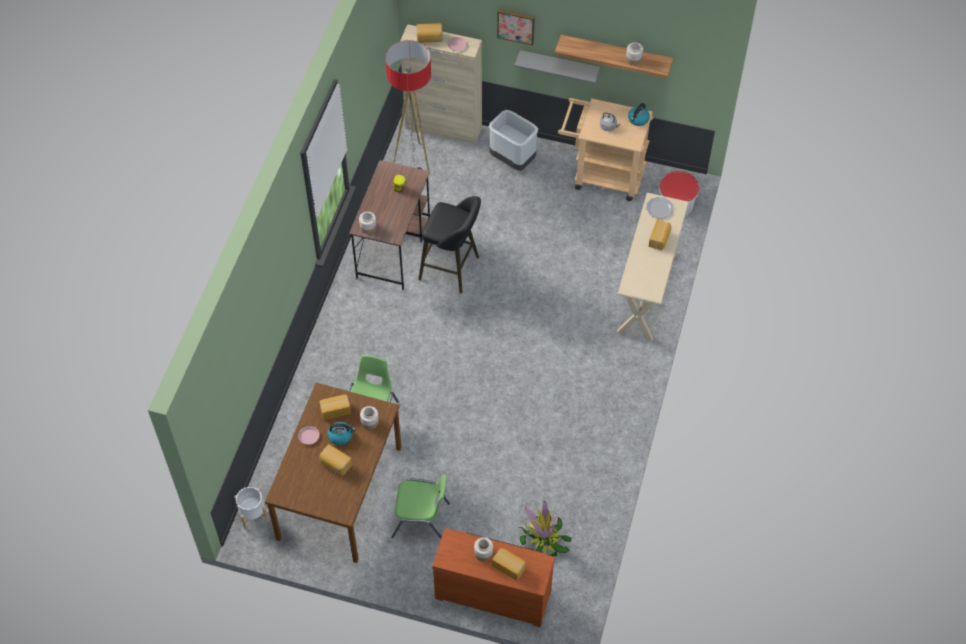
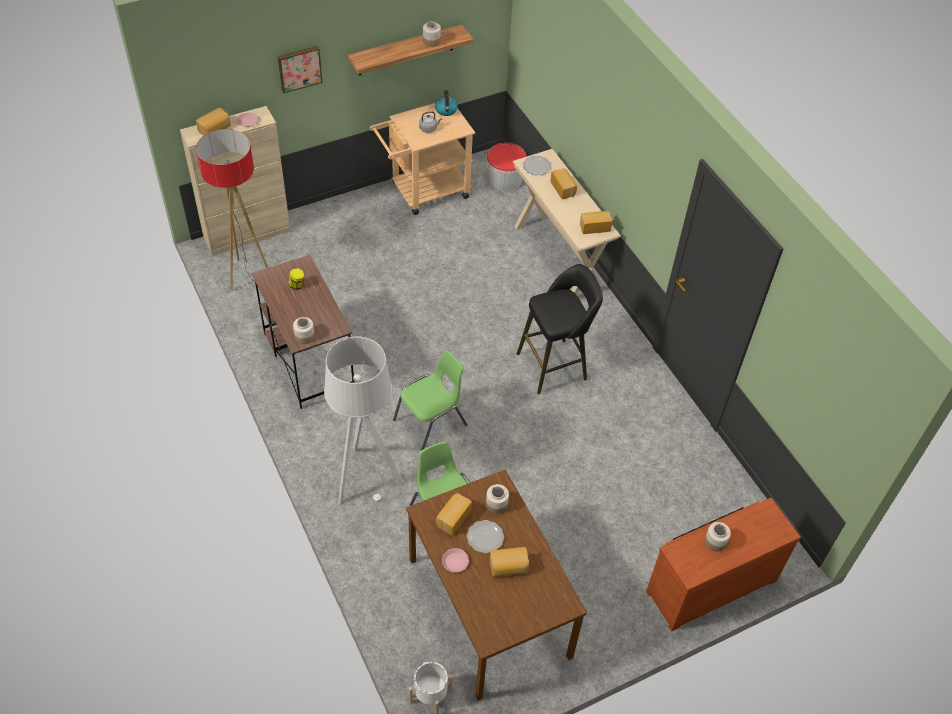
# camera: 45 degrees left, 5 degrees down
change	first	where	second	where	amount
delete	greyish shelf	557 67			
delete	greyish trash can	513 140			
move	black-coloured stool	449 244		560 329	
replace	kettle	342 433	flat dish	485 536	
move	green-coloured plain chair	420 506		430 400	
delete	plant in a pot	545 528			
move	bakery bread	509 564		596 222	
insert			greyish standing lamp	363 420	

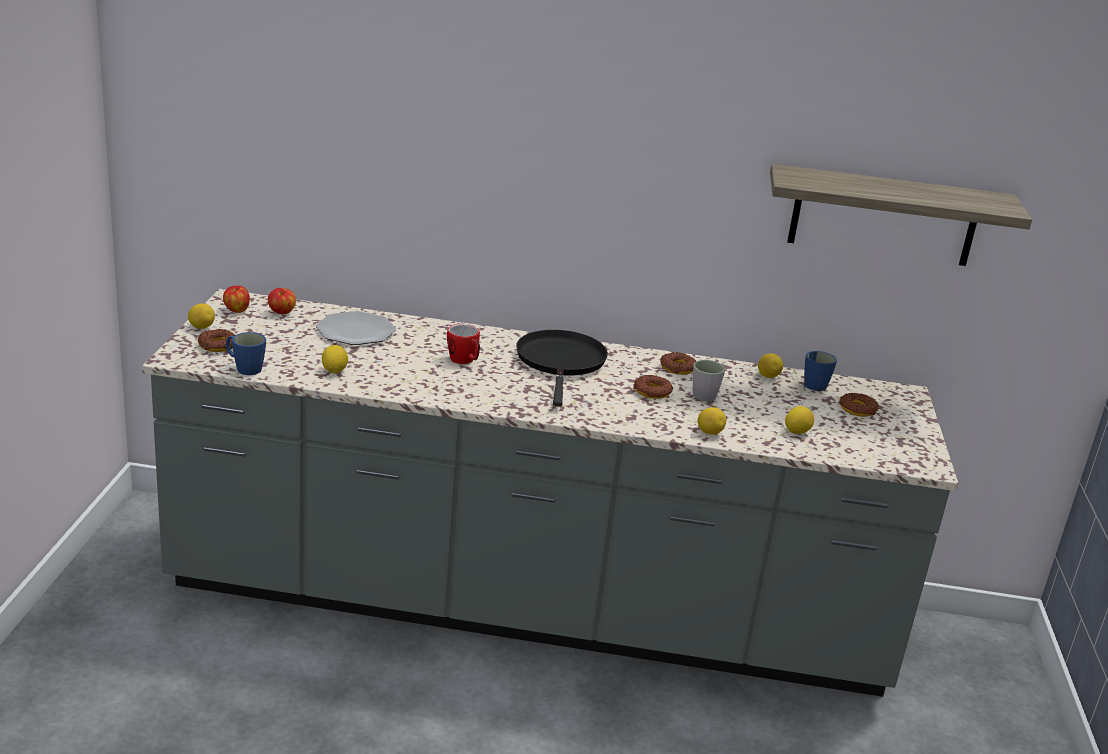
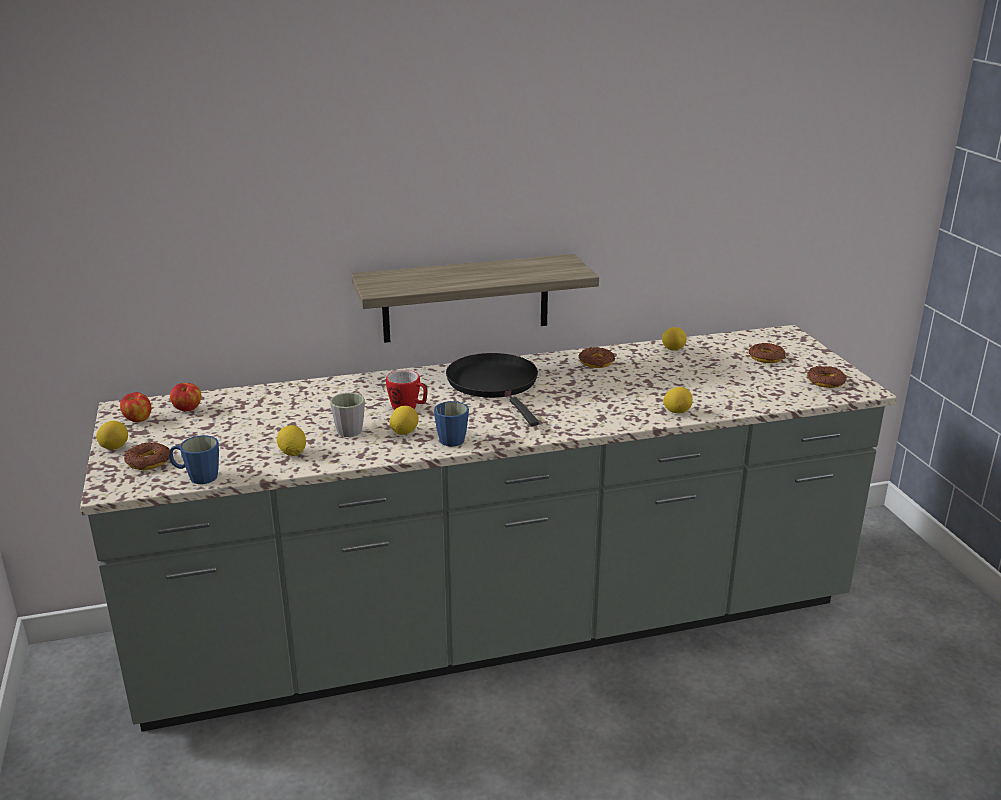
# camera: 20 degrees left, 0 degrees up
change	first	where	second	where	amount
move	shelf	901 215		475 298	
delete	flat dish	356 328			
move	blue-coloured tea mug	820 371		451 424	
move	greyish tea mug	709 381		347 415	
move	doughnut	653 387		827 377	
move	whole lemon	799 420		404 420	

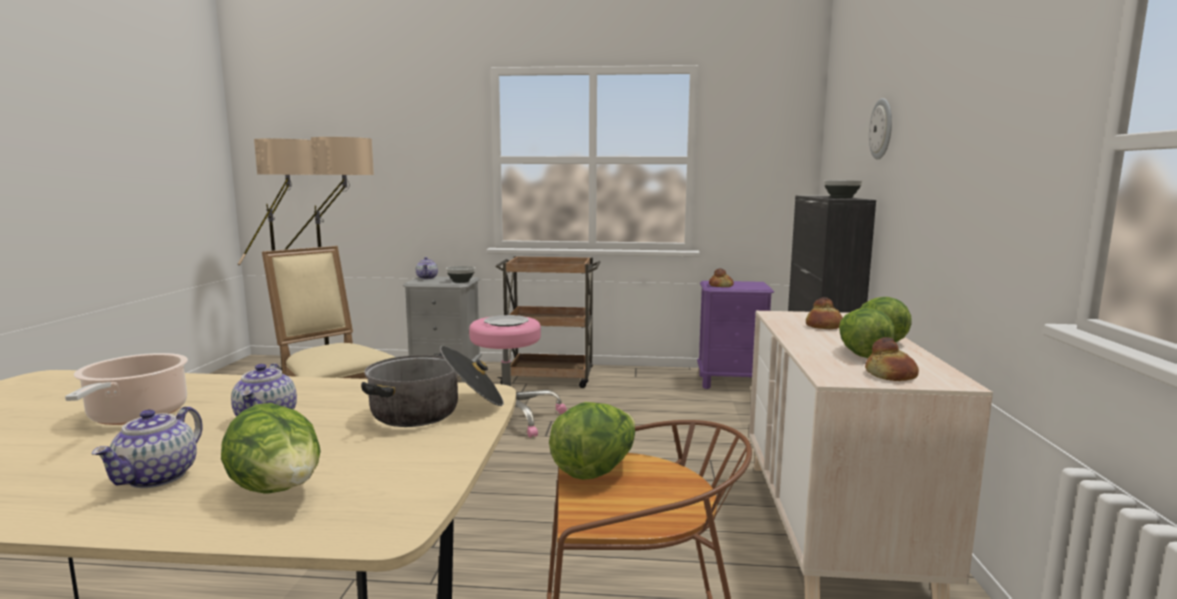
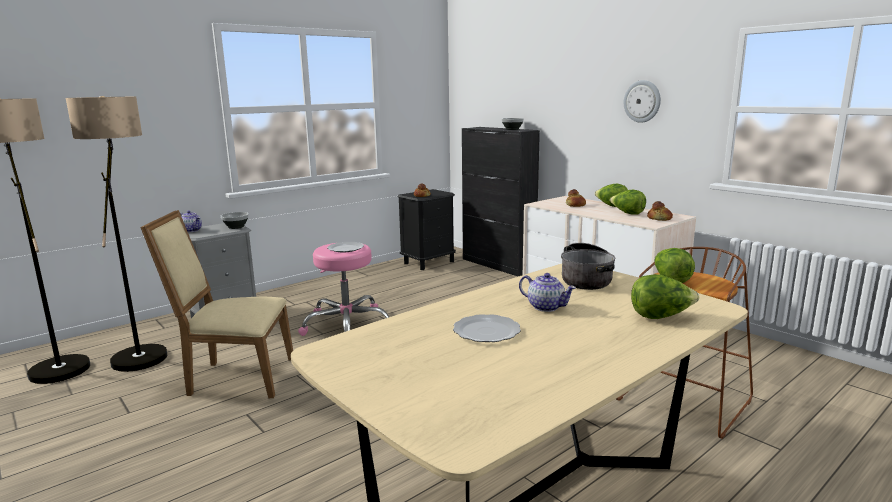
# camera: 45 degrees left, 5 degrees up
change	first	where	second	where	amount
move	hanging clock	880 129		642 101	
delete	brown-coloured trolley	548 322			
recolor	purplish bedside table	735 335	black-coloured bedside table	426 229	
replace	cooking pot	126 389	flat dish	487 328	
delete	teapot	147 447			

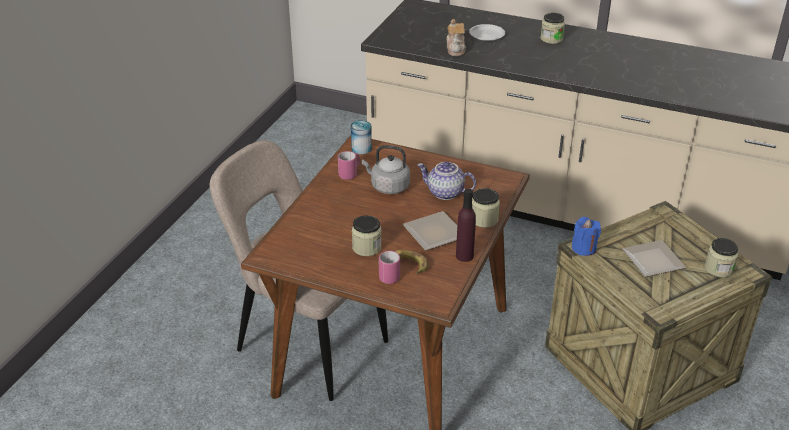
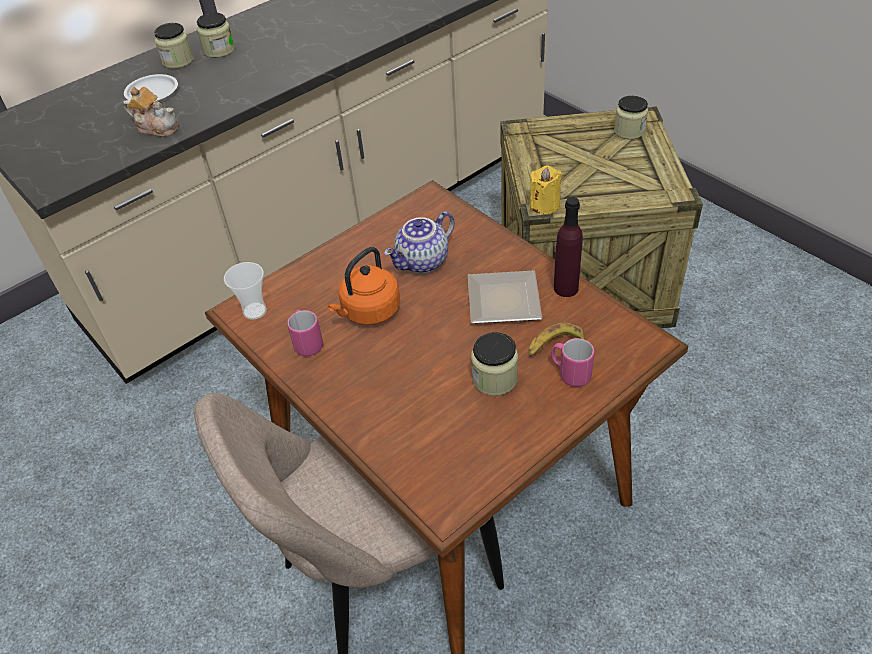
# camera: 60 degrees left, 10 degrees up
change	first	where	second	where	amount
replace	sealed can	361 137	drinking cup	245 291	
recolor	greyish kettle	386 169	orange kettle	364 286	
move	jar	486 208		174 46	
recolor	blue-coloured wax candle	586 236	yellow-coloured wax candle	546 189	
delete	flat dish	654 258			

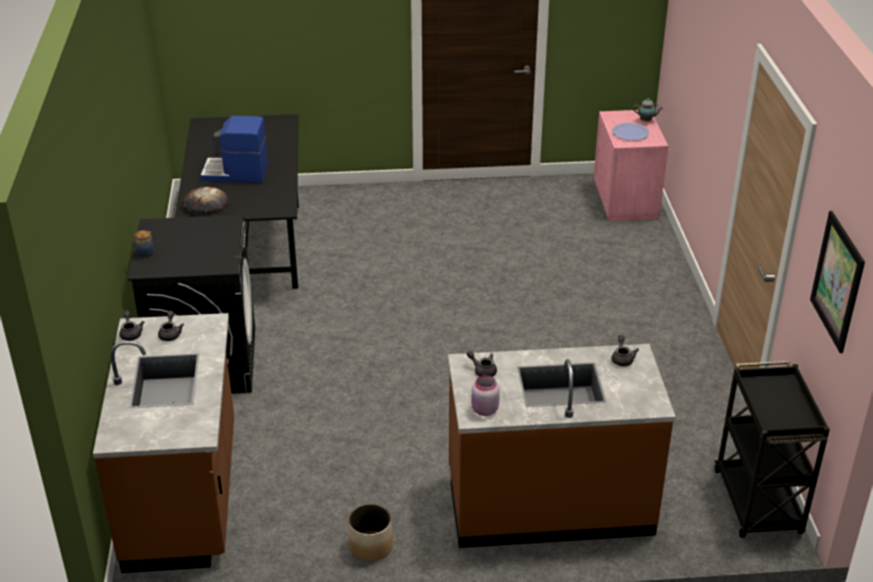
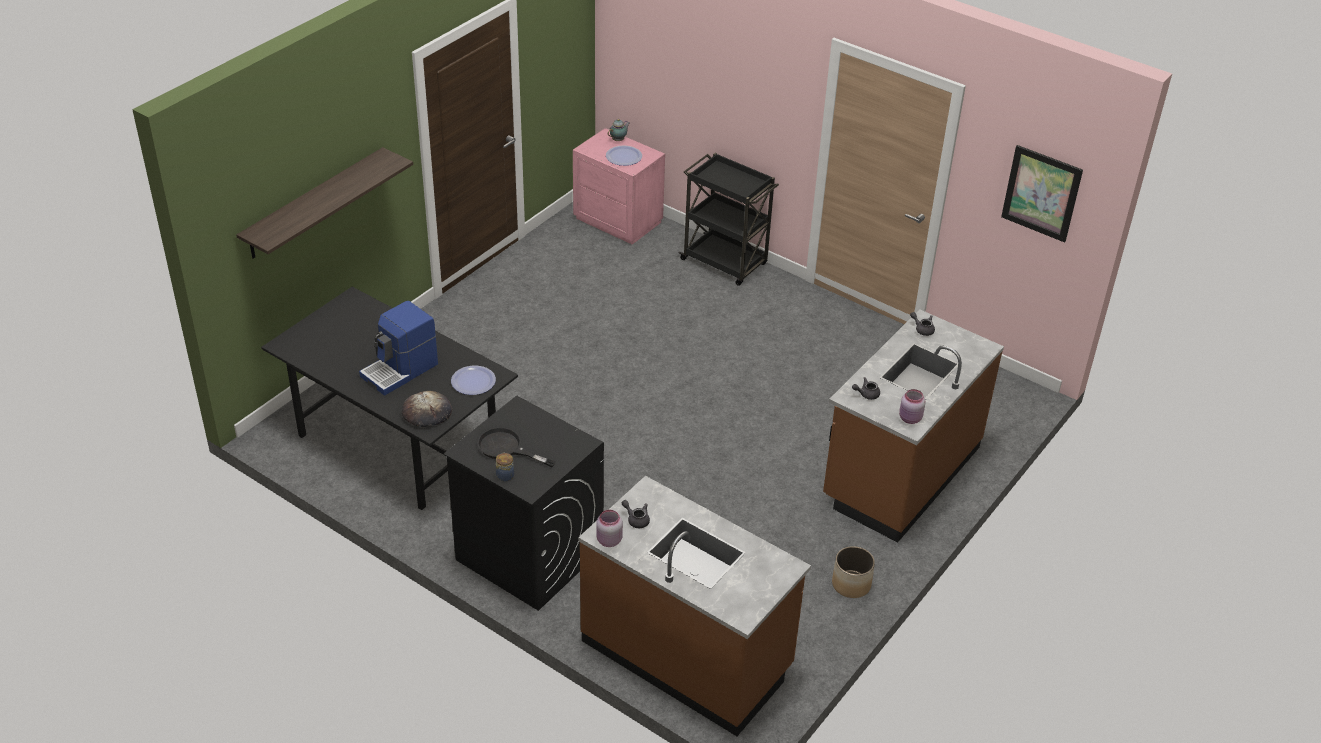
# camera: 50 degrees left, 5 degrees up
change	first	where	second	where	amount
replace	greyish teapot	131 326	pink-coloured jar	609 528	
move	black-coloured trolley	772 449		729 219	
insert			shelf	324 203	
insert			flat dish	473 380	
insert			black-coloured skillet	516 447	

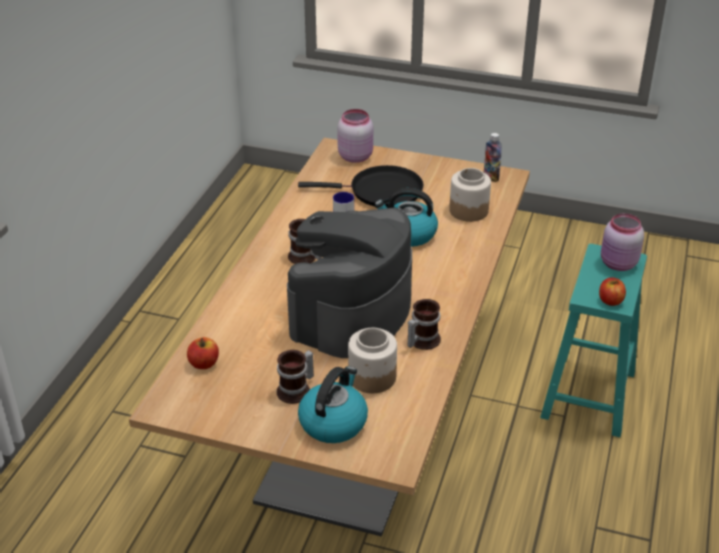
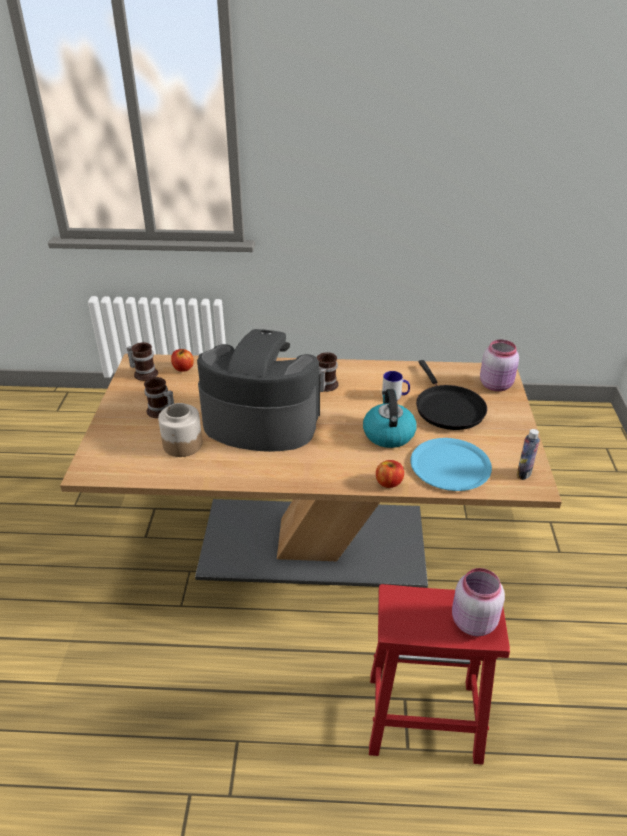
# camera: 75 degrees right, 0 degrees up
change	first	where	second	where	amount
replace	jar	470 195	blue-coloured flat dish	451 464	
recolor	turquoise stool	593 340	red-coloured stool	439 674	
move	whole apple	612 291		390 474	
move	tea mug	424 324		142 361	
delete	kettle	333 404			

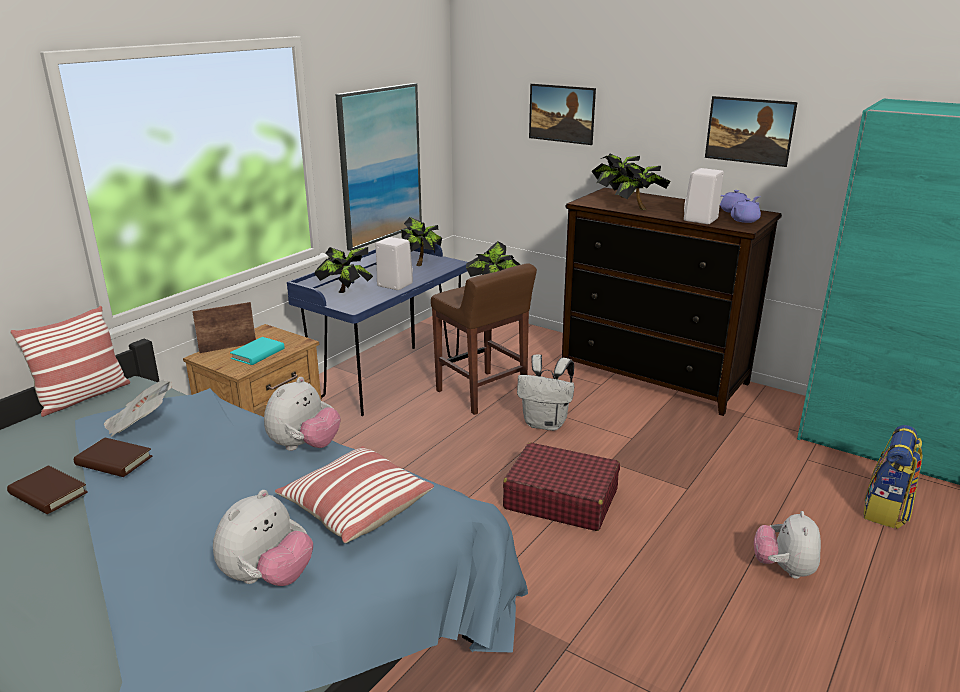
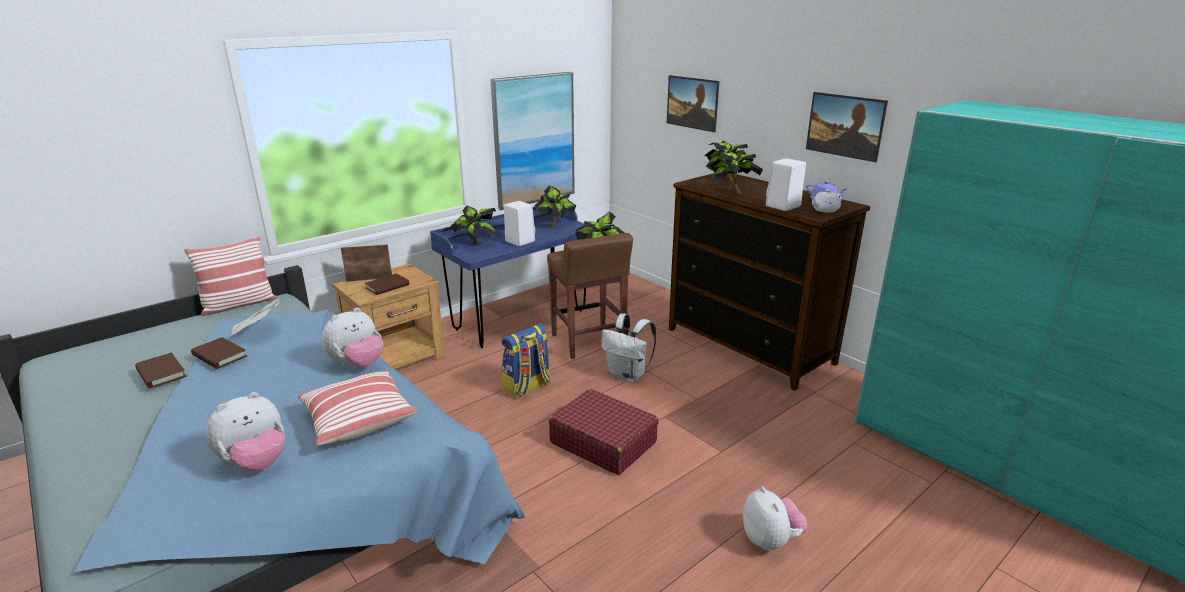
# camera: 15 degrees right, 0 degrees up
change	first	where	second	where	amount
recolor	purplish teapot	746 210	white-coloured teapot	827 201	
recolor	turquoise volume	257 351	brown-coloured volume	386 284	
move	rucksack	893 477		526 361	
rotate	soft toy	787 545		775 518	135 degrees clockwise

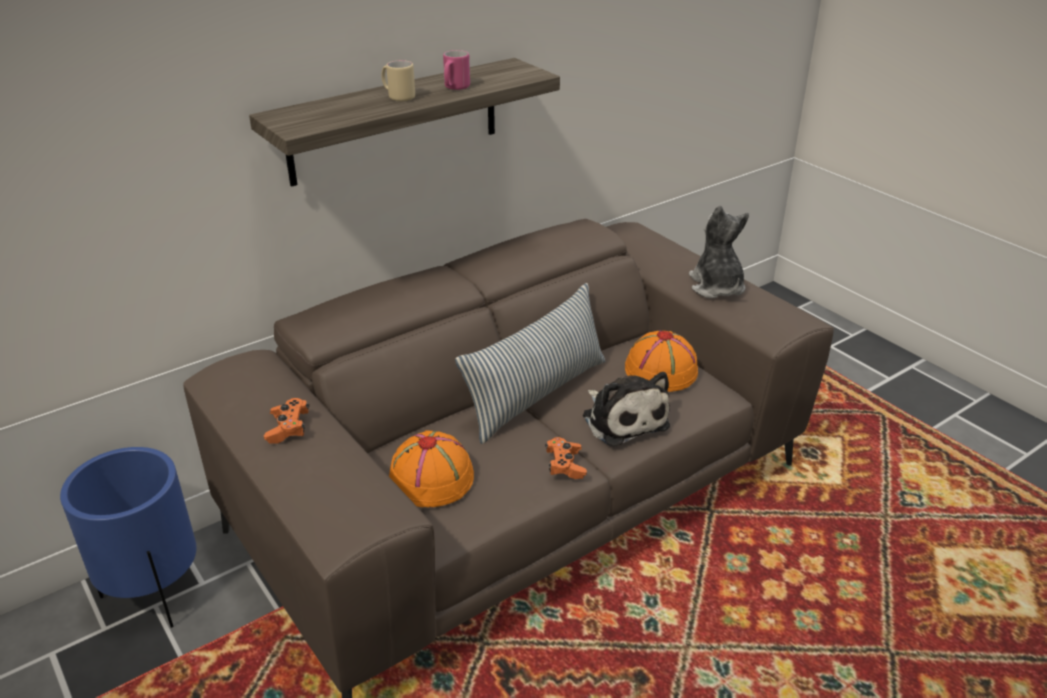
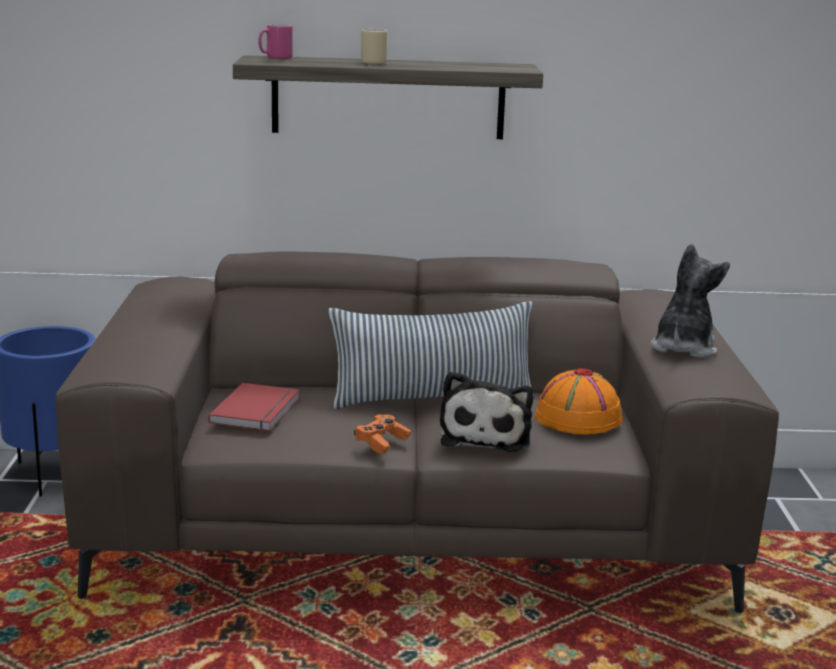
# camera: 35 degrees right, 15 degrees down
change	first	where	second	where	amount
move	pink-coloured tea mug	456 70		275 41	
delete	orange gamepad	286 421			
replace	orange clothing hat	431 469	red-coloured volume	254 407	

